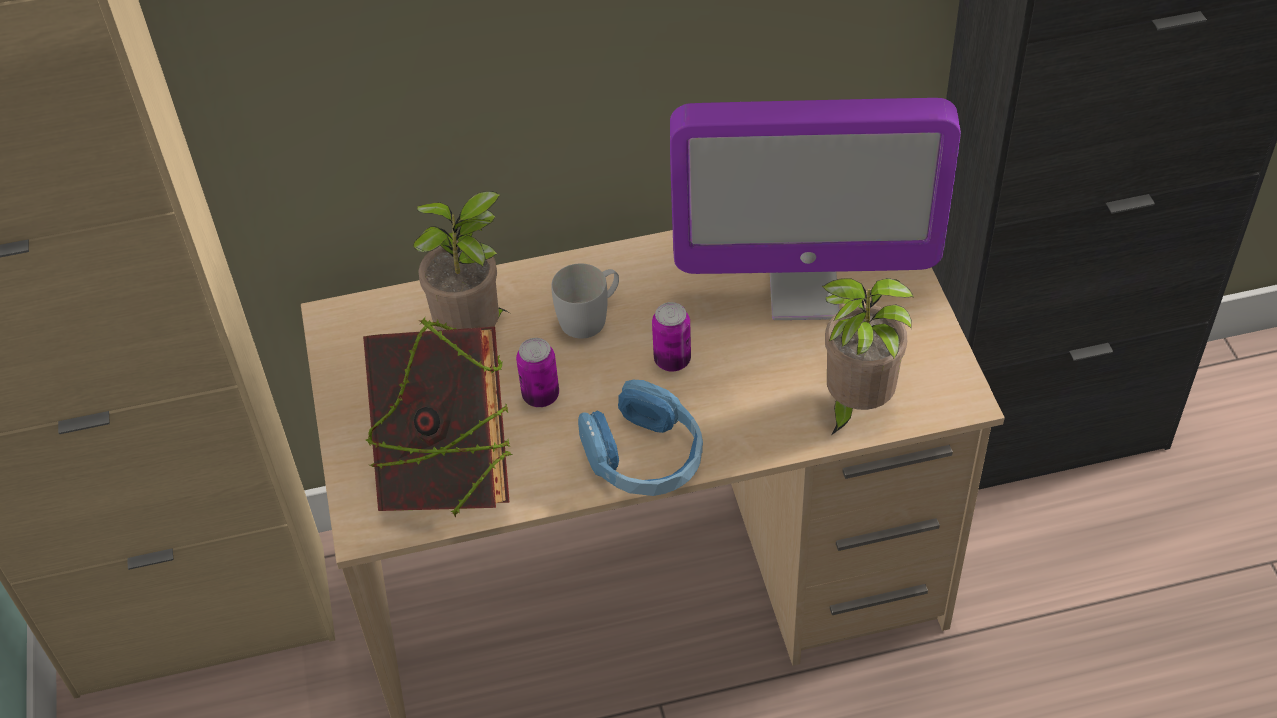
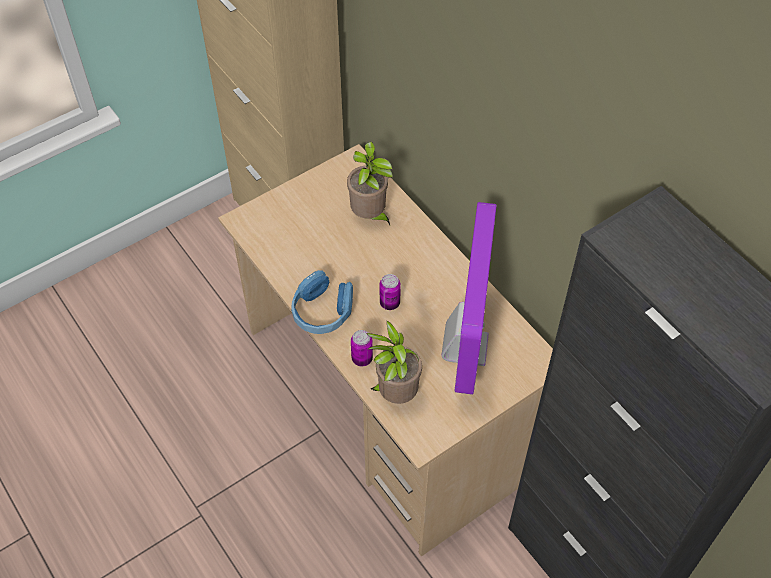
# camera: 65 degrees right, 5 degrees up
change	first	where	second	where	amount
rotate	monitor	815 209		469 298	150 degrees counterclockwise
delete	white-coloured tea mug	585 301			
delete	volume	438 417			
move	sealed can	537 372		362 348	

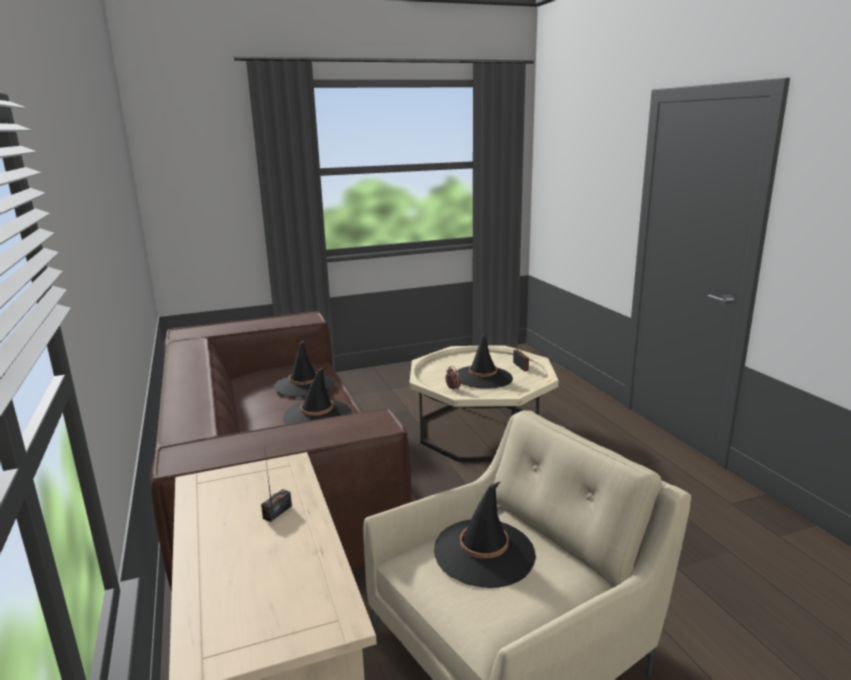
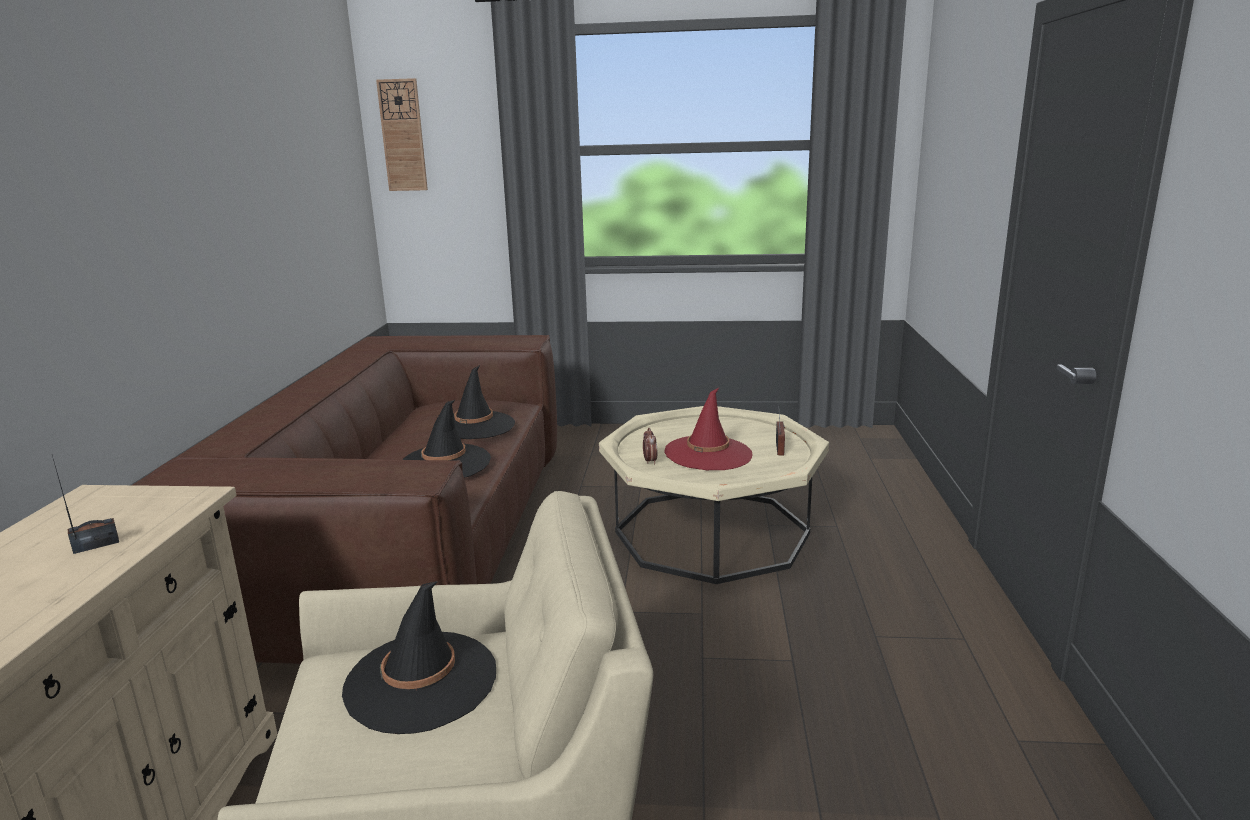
# camera: 25 degrees right, 0 degrees up
change	first	where	second	where	amount
recolor	black-coloured clothing hat	485 361	red-coloured clothing hat	708 429	
insert			hanging clock	402 134	

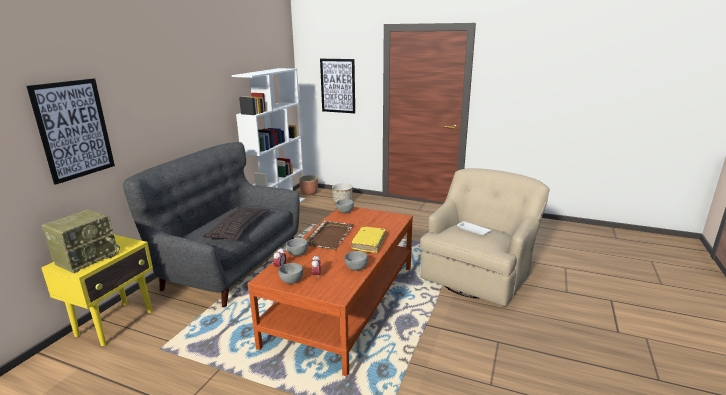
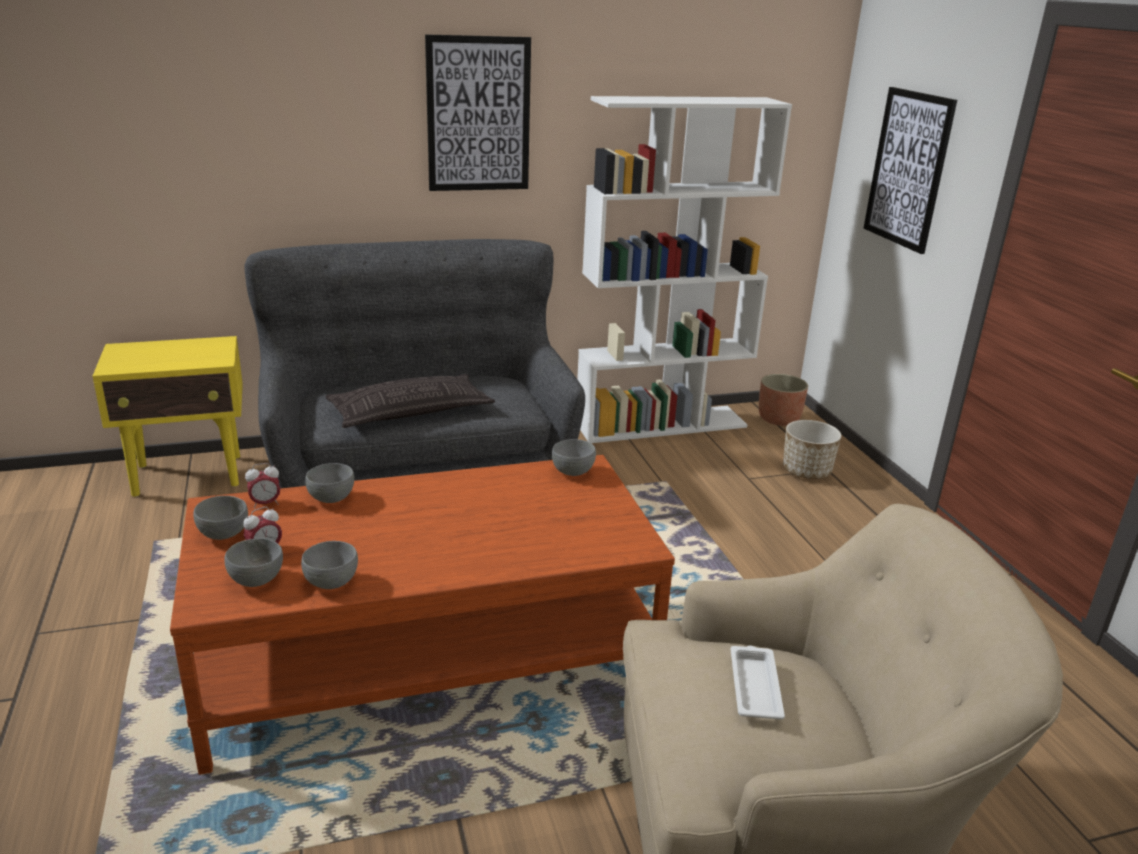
# camera: 50 degrees right, 5 degrees up
change	first	where	second	where	amount
move	picture	71 131		478 112	
delete	radio set	81 241			
delete	brown-coloured carrying tray	330 235			
delete	yellow-coloured volume	368 240			
insert			greyish serving bowl	253 562	

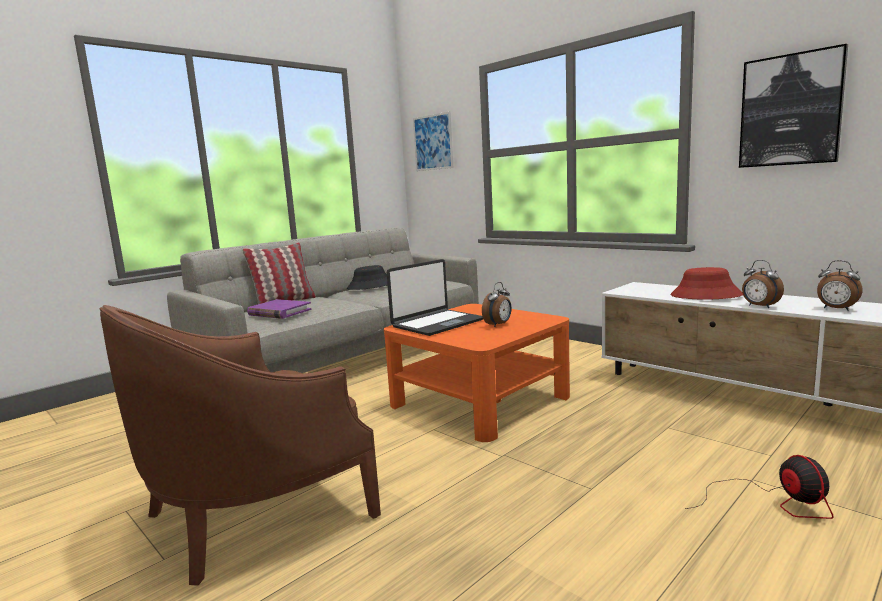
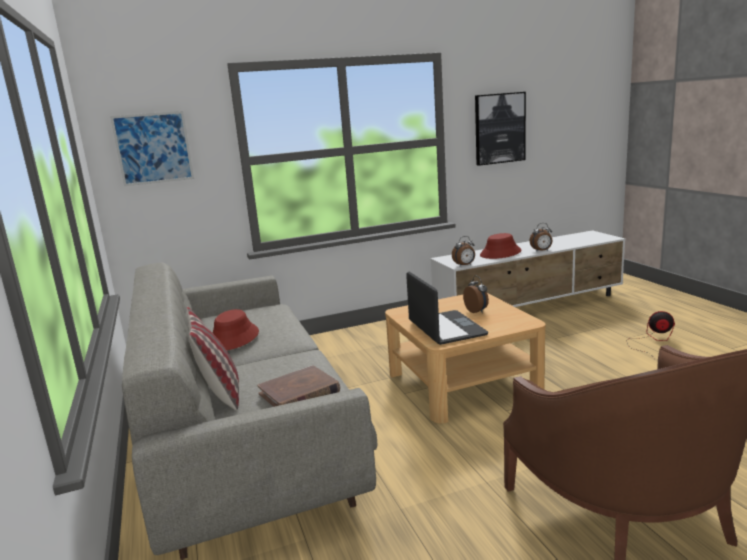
# camera: 65 degrees left, 5 degrees up
change	first	where	second	where	amount
move	bedside clock	840 285		463 251	
recolor	black-coloured clothing hat	367 277	red-coloured clothing hat	236 329	
recolor	purplish volume	279 309	brown-coloured volume	298 386	
recolor	orange low table	477 373	sand-coloured low table	465 358	

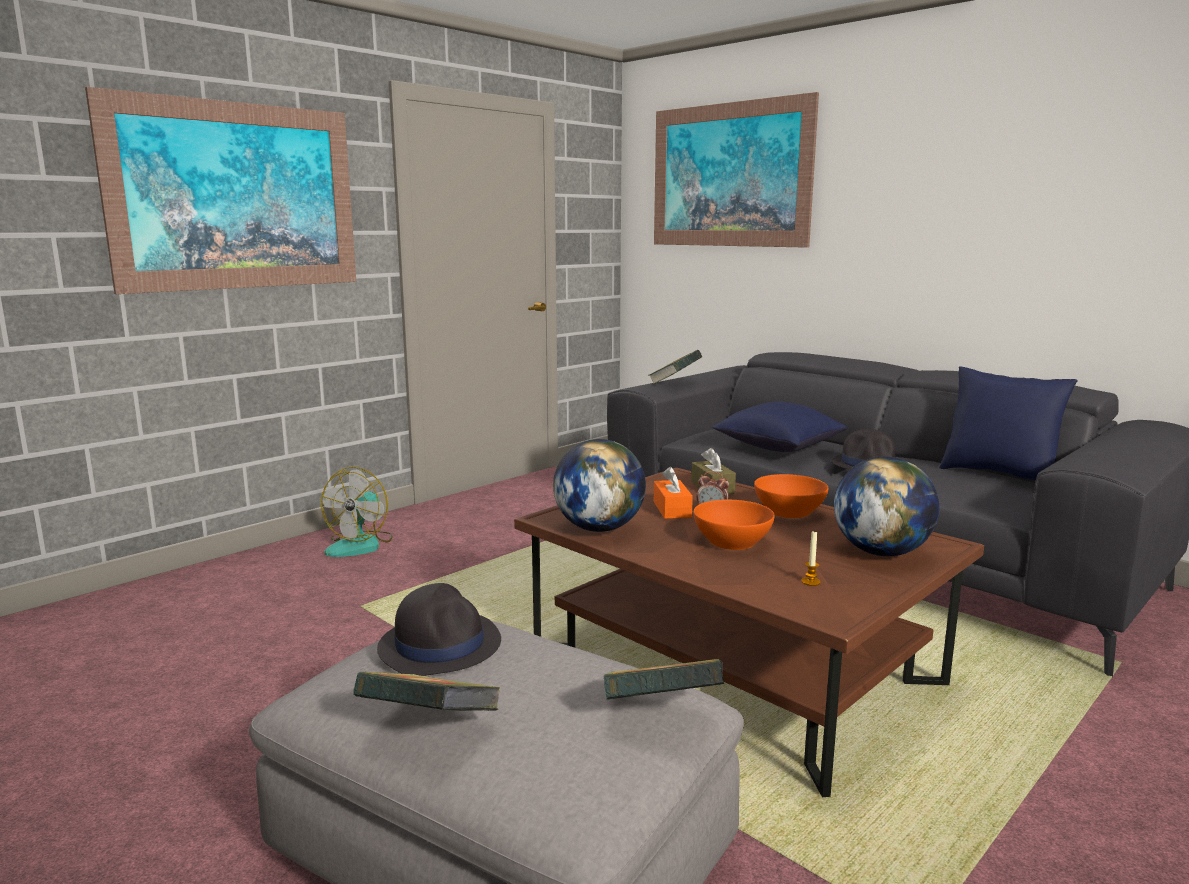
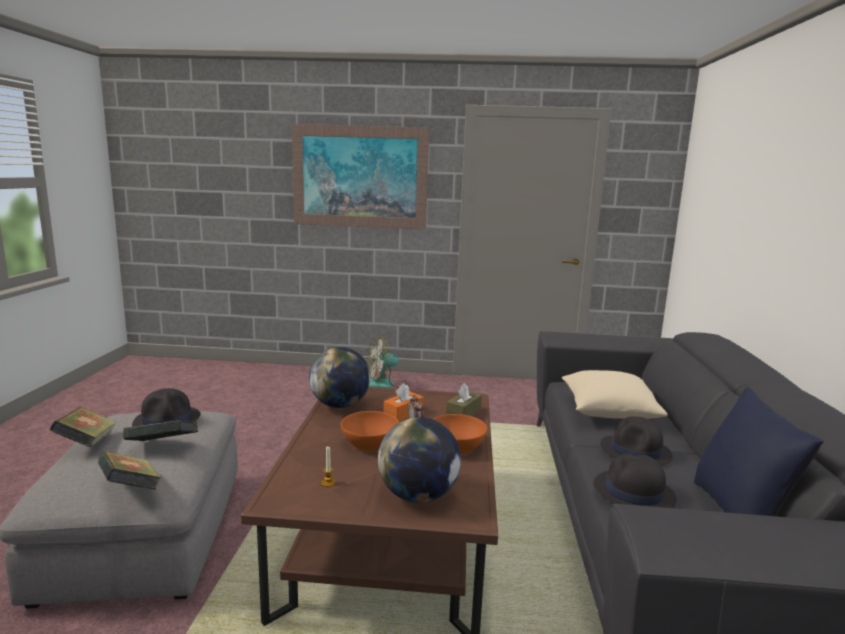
# camera: 50 degrees right, 0 degrees up
change	first	where	second	where	amount
delete	picture	736 170			
move	volume	675 367		160 430	
recolor	blue-coloured throw pillow	779 427	sand-coloured throw pillow	615 394	
insert			black-coloured clothing hat	635 481	

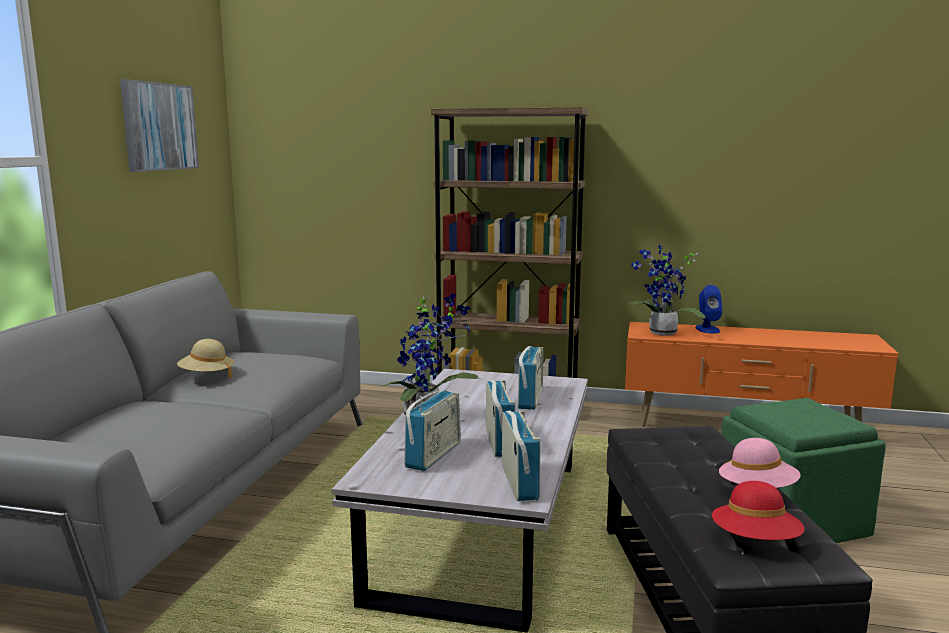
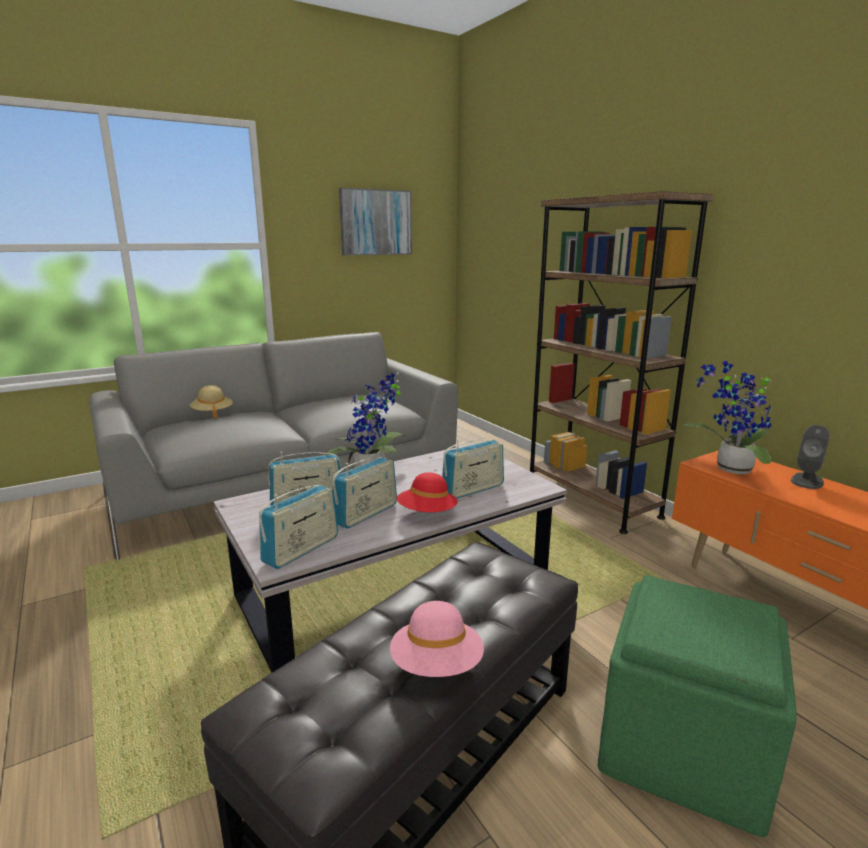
# camera: 45 degrees right, 5 degrees up
change	first	where	second	where	amount
recolor	blue-coloured loudspeaker	709 309	greyish loudspeaker	810 457	
move	sand-coloured clothing hat	206 358		211 402	
move	red-coloured clothing hat	758 510		427 492	

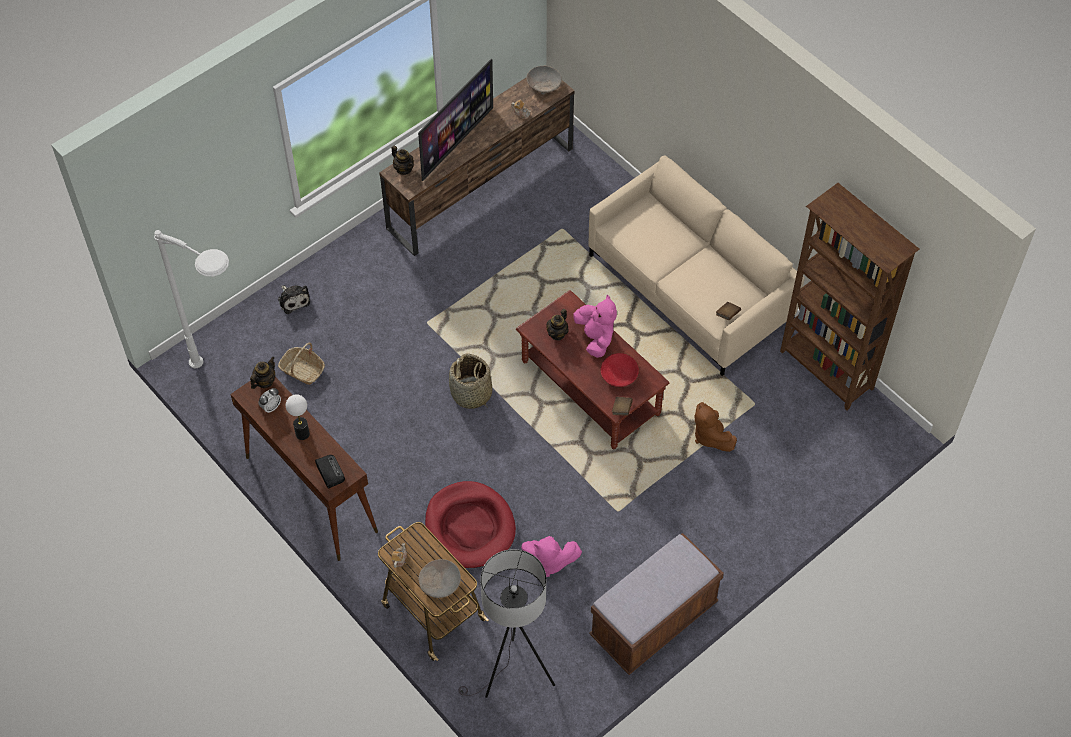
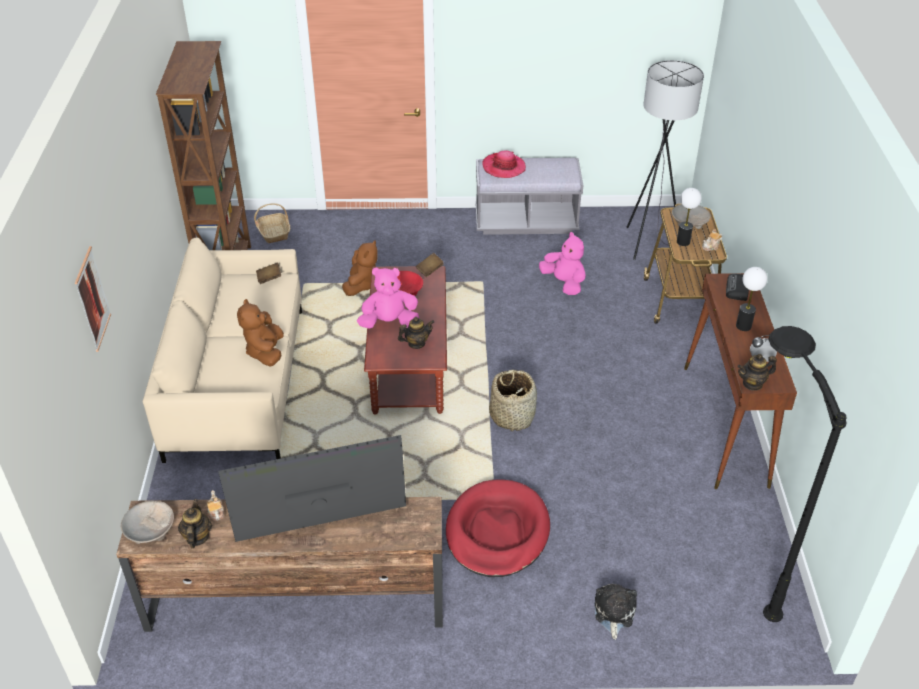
# camera: 140 degrees left, 15 degrees down
change	first	where	second	where	amount
move	teapot	403 160		195 523	
recolor	white-coloured standing lamp	191 299	black-coloured standing lamp	804 474	
rotate	pink-coloured soft toy	595 326		388 298	60 degrees clockwise
move	basket	301 363		272 223	
move	red-coloured pet bed	470 524		498 528	
recolor	brown-coloured indoor bench	656 604	greyish indoor bench	529 196	
insert			clothing hat	504 164	
insert			table lamp	689 217	
insert			picture	93 299	
insert			brown-coloured soft toy	260 332	

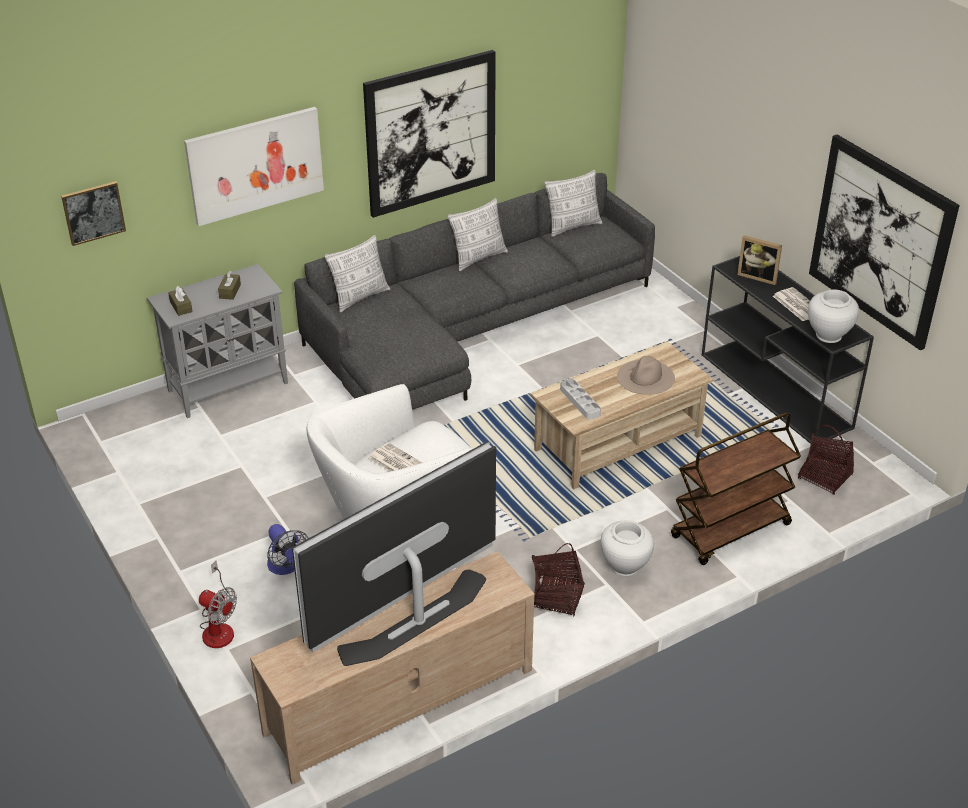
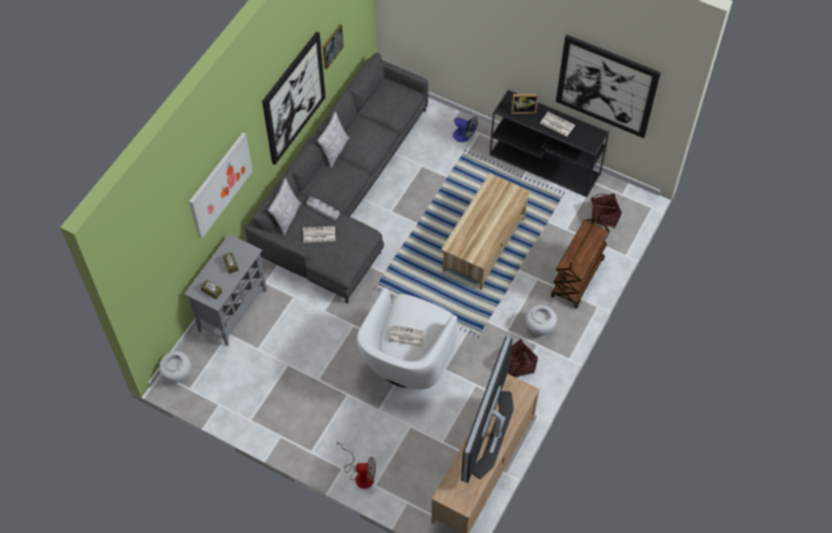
# camera: 30 degrees left, 20 degrees up
change	first	where	second	where	amount
delete	throw pillow	573 203			
move	picture	93 213		333 47	
move	white-coloured decorative vase	833 316		175 367	
delete	sand-coloured clothing hat	646 375			
move	greyish carrying tray	580 399		323 208	
move	cooling fan	287 549		465 129	
insert			printed paper	319 234	

